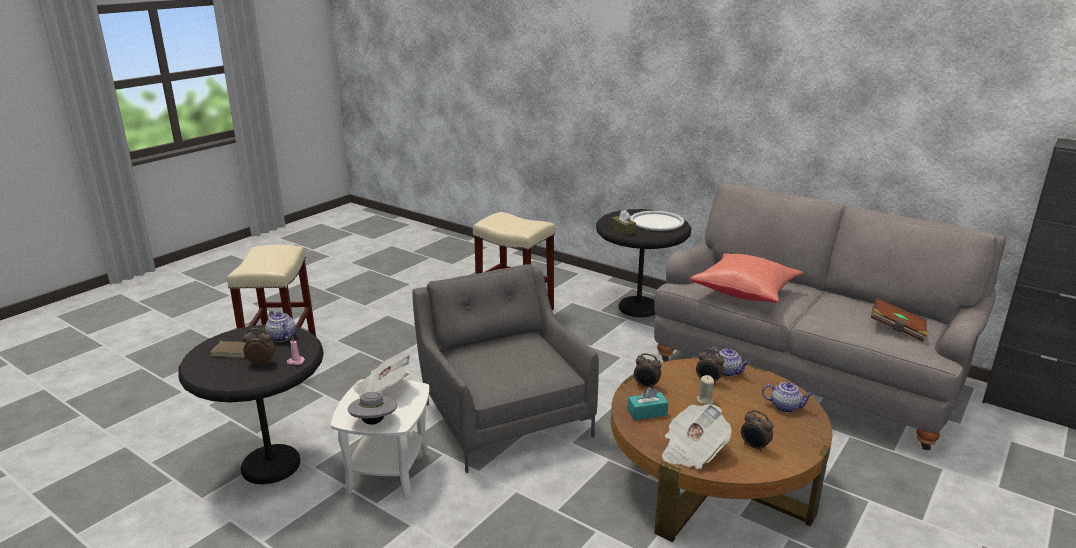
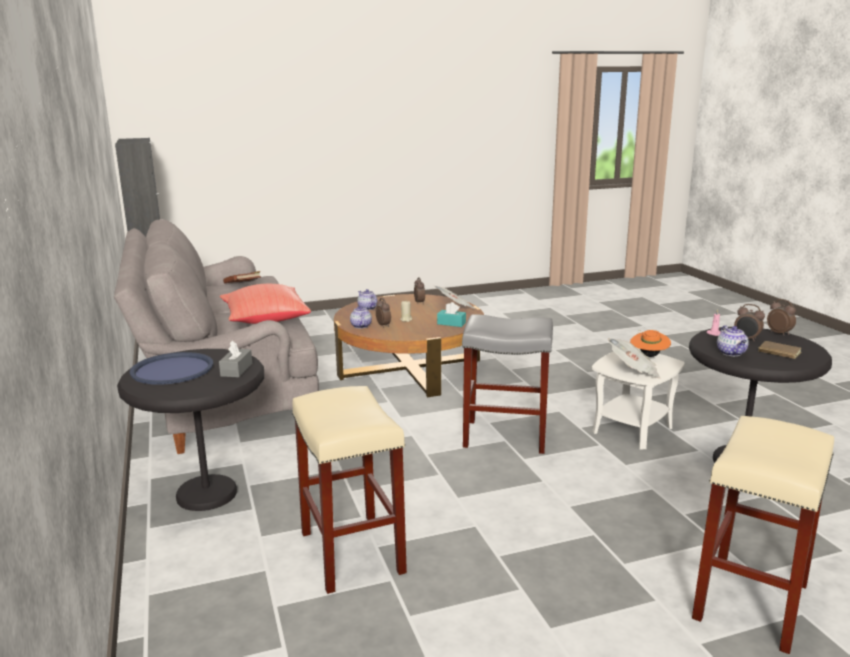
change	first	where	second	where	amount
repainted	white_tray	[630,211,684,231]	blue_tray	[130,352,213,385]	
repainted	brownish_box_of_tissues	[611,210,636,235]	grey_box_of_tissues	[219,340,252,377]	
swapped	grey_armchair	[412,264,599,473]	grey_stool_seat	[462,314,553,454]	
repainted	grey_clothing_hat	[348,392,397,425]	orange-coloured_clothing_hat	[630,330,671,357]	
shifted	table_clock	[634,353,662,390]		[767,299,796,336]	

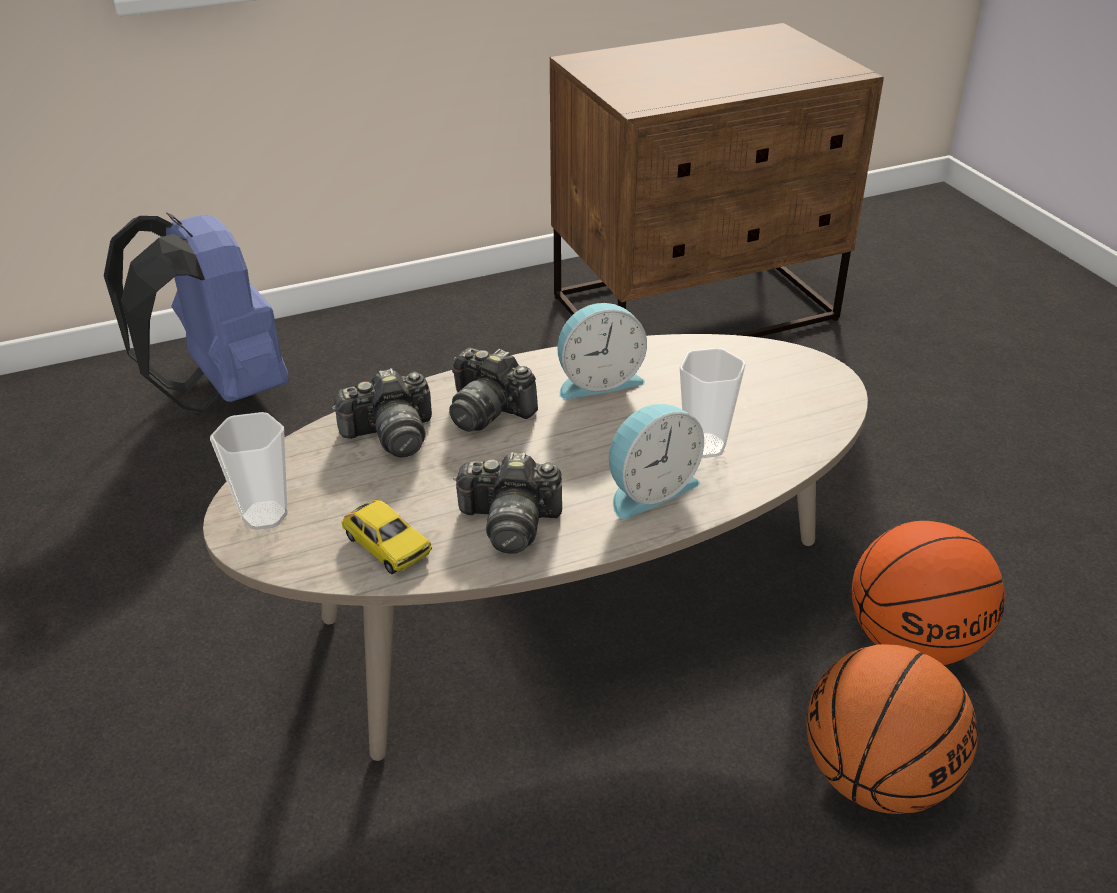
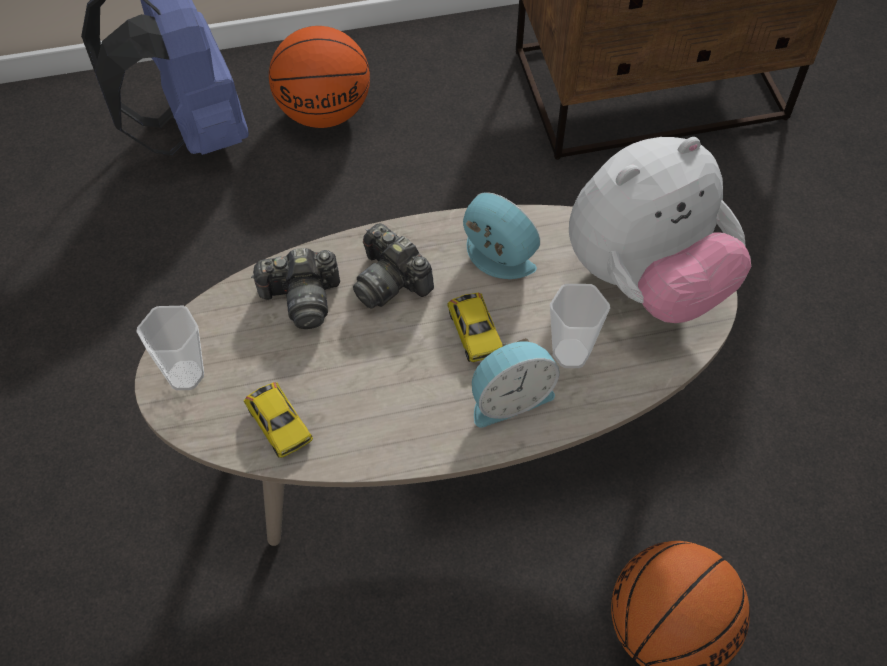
change	first	where	second	where	amount
shifted	basketball	[852,521,1005,665]		[269,26,370,128]	
new			miniature_car	[447,293,503,362]	
rotated	table_clock	[557,303,647,399]		[463,192,540,279]	135 degrees counterclockwise
new			cuddly_toy	[569,137,751,323]	
gone	photo_camera	[453,452,562,554]			

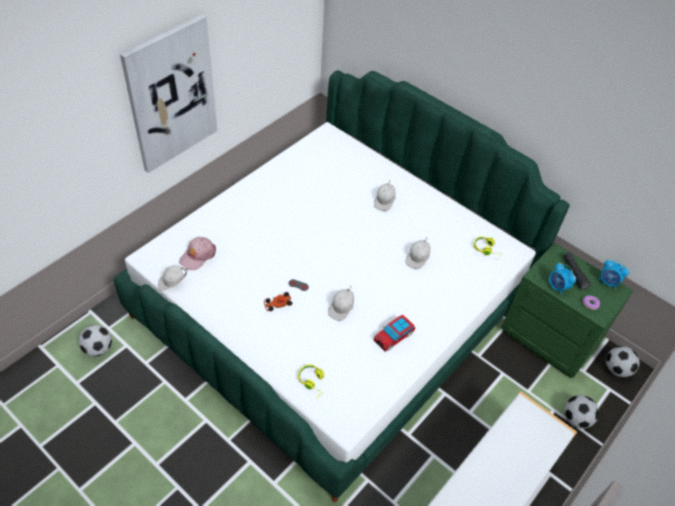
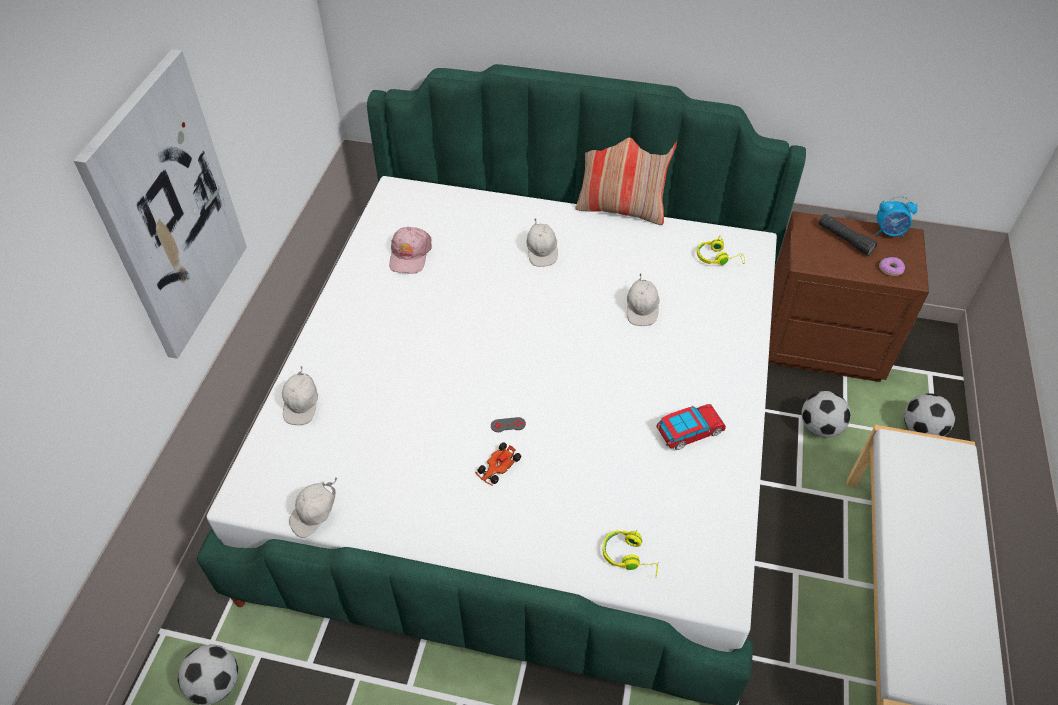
change	first	where	second	where	amount
shifted	white_cap	[328,286,354,321]		[282,366,318,425]	
shifted	pinkish_cap	[179,237,216,270]		[389,227,432,274]	
new			cushion	[575,138,677,225]	
rotated	miniature_car	[374,315,415,352]		[656,404,726,450]	135 degrees counterclockwise
repainted	greenish_bedside_table	[501,242,633,378]	brownish_bedside_table	[768,211,929,382]	
shifted	football_ball	[606,346,640,377]		[801,391,851,438]	
gone	table_clock	[548,263,576,295]			

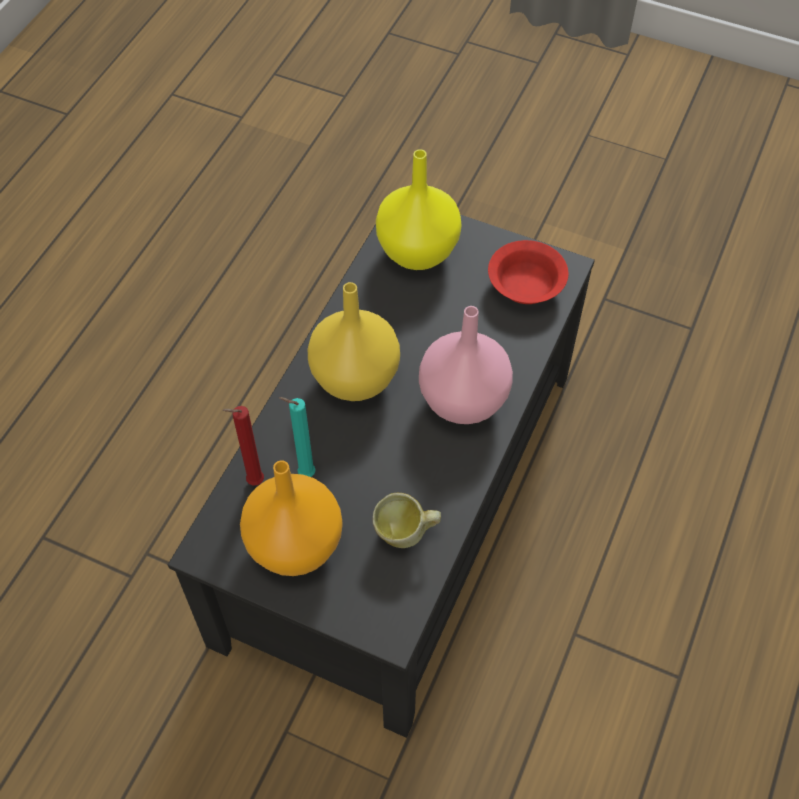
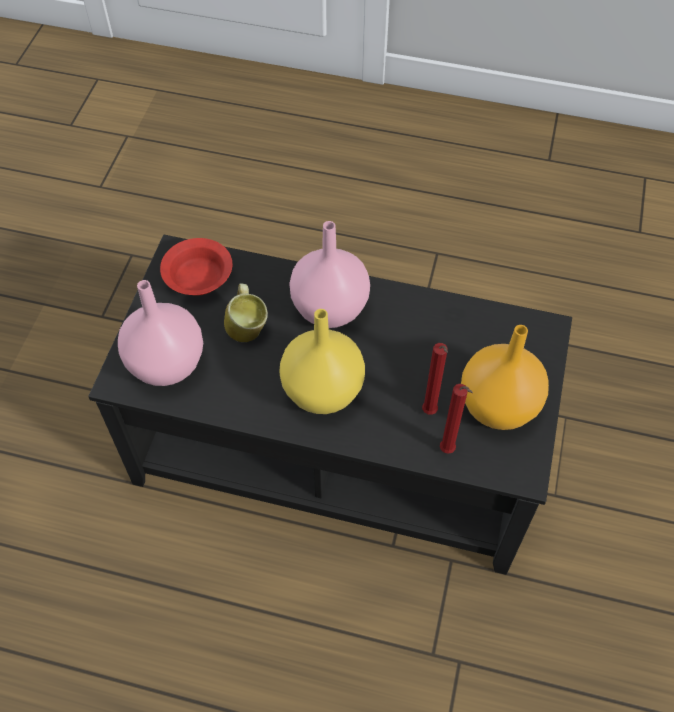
change	first	where	second	where	amount
repainted	yellowish_flower_vase	[376,149,462,270]	pinkish_flower_vase	[118,280,203,386]	
shifted	coffee_mug	[373,493,441,548]		[224,283,268,342]	
repainted	turquoise_wax_light	[279,397,316,477]	red_wax_light	[422,343,448,415]	

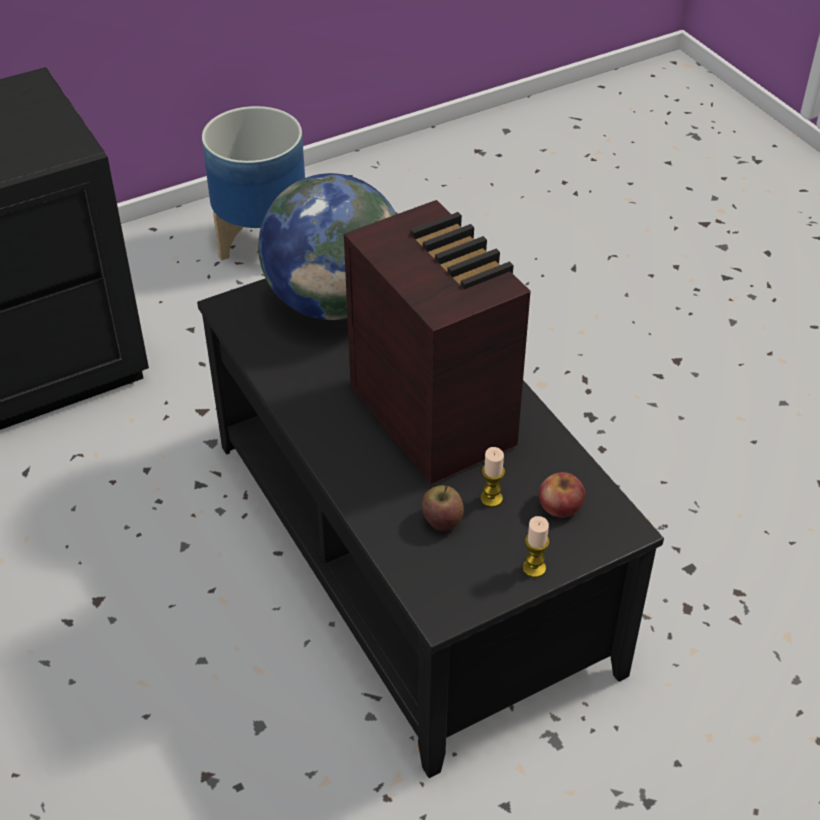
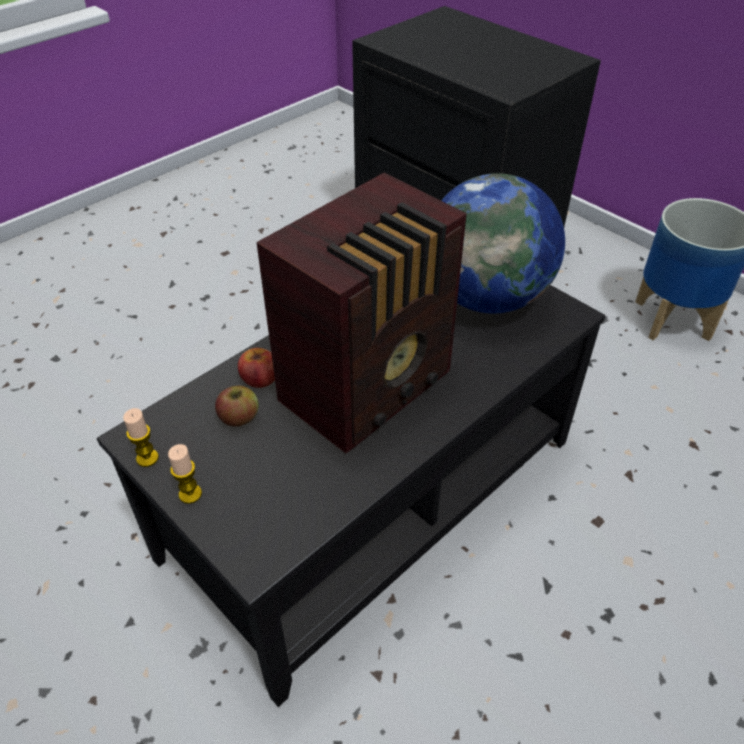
change	first	where	second	where	amount
shifted	wax_light	[480,447,505,507]		[123,408,159,467]	
shifted	apple	[539,472,585,517]		[238,348,275,388]	

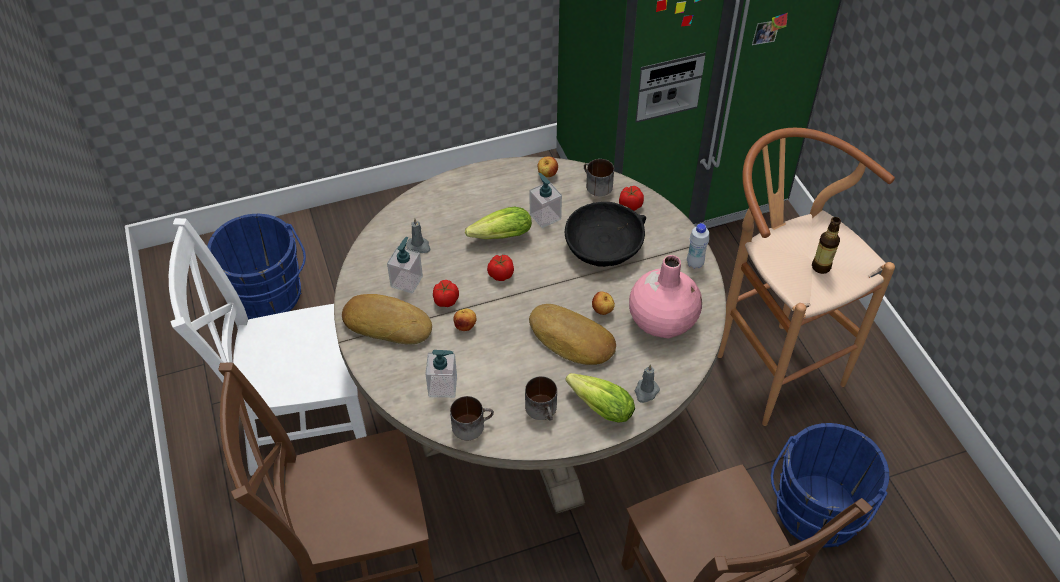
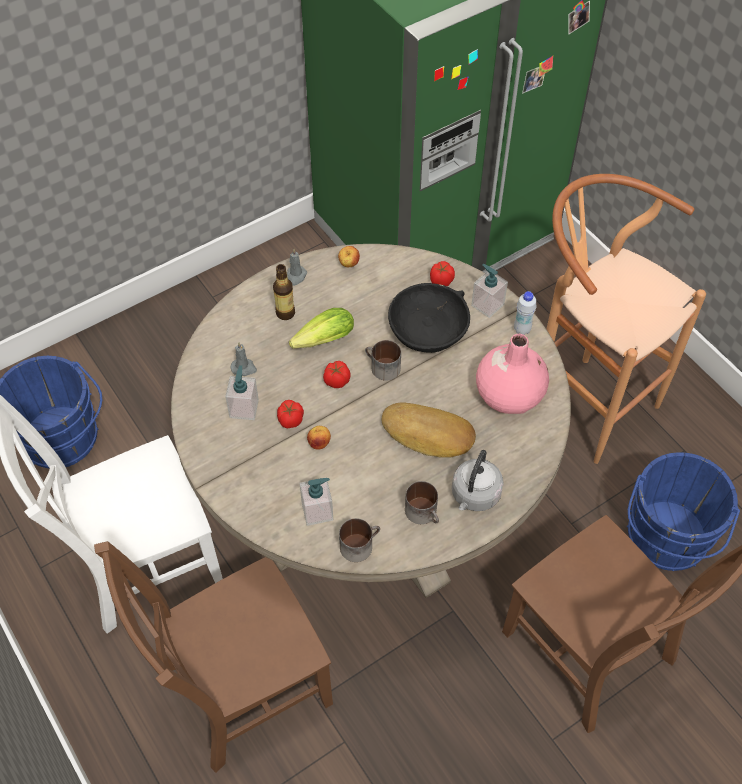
change	first	where	second	where	amount
shifted	drink_bottle	[812,217,841,274]		[273,264,295,320]	
shifted	grey_wax_light	[634,364,660,403]		[287,249,307,286]	
shifted	coffee_mug	[584,159,614,196]		[365,340,401,381]	
swapped	lettuce_head	[566,373,635,423]	grey_kettle	[452,450,504,511]	
shifted	soap_dispenser	[530,173,562,228]		[471,264,508,318]	
gone	bakery_bread	[342,294,432,345]			
gone	apple	[592,291,615,315]			

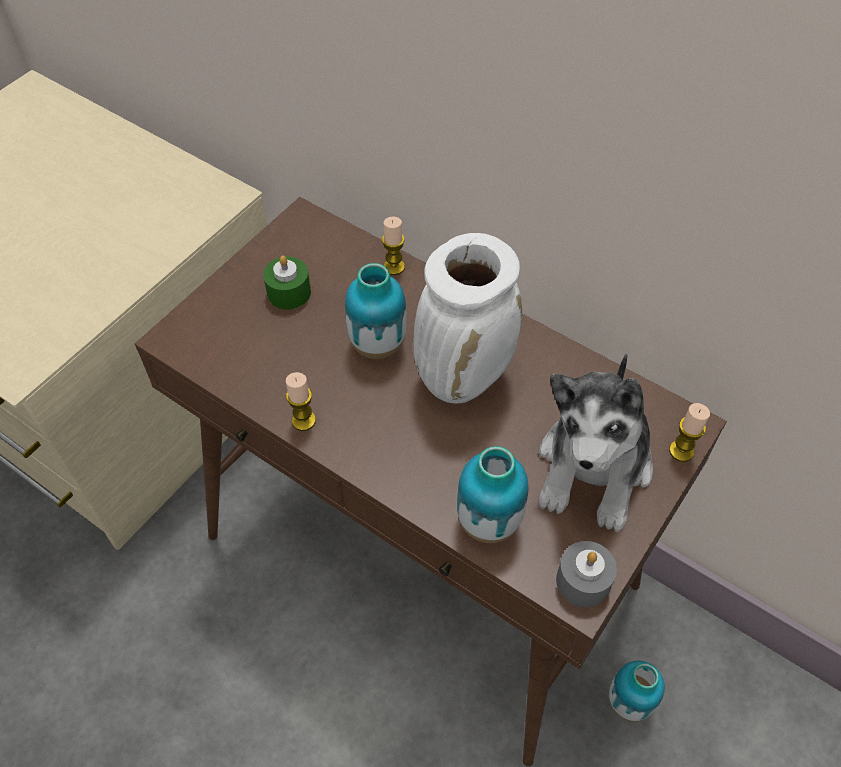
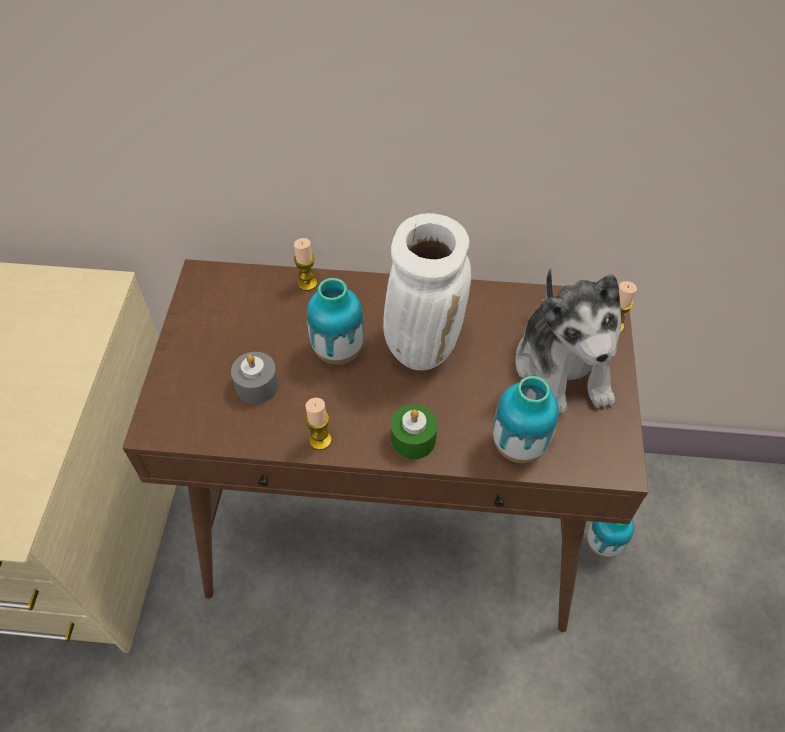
change	first	where	second	where	amount
shifted	grey_wax_light	[556,541,617,607]		[231,352,279,404]	
shifted	greenish_wax_light	[263,256,311,309]		[391,404,437,459]	

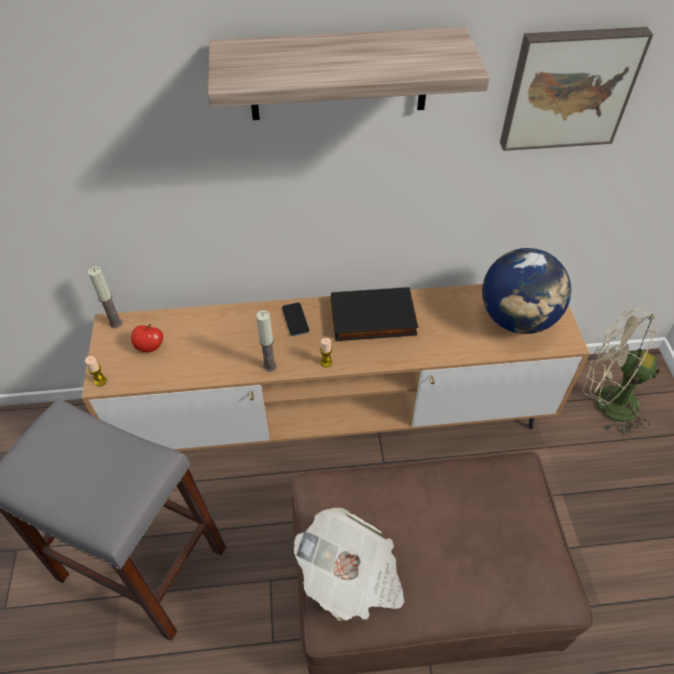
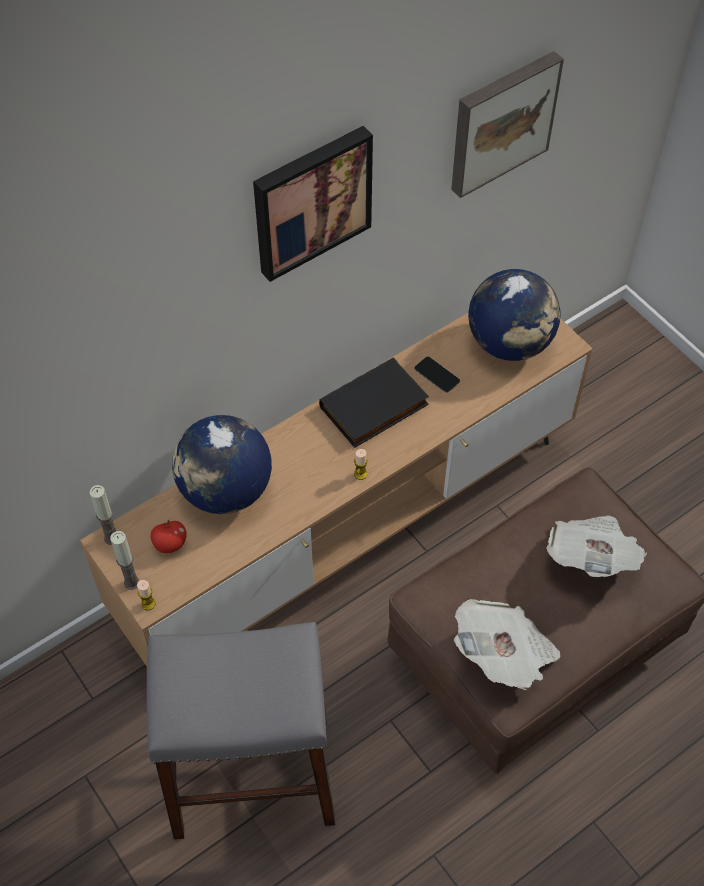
change	first	where	second	where	amount
shifted	wax_light	[256,310,277,372]		[110,531,140,590]	
new			desk_globe	[172,415,272,514]	
swapped	wall_shelf	[208,27,490,120]	picture	[253,126,373,282]	
shifted	phone	[282,303,309,336]		[414,357,460,393]	
new			newspaper	[546,515,647,577]	
gone	beige-coloured_electric_fan	[583,309,661,435]			

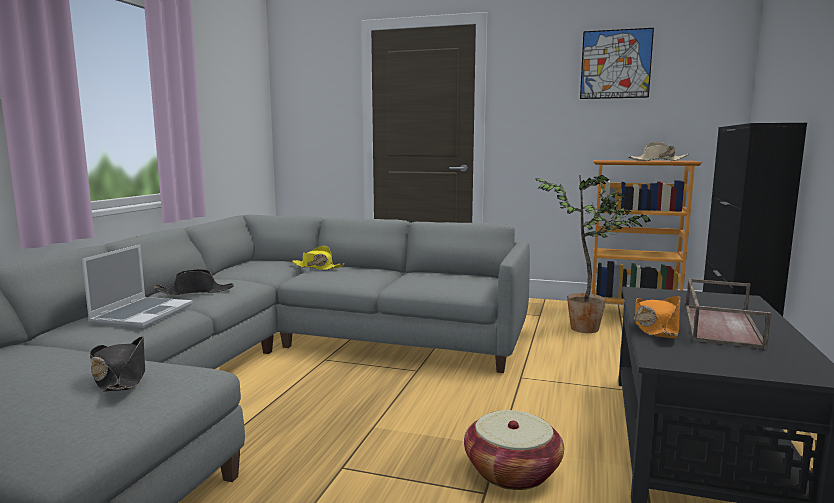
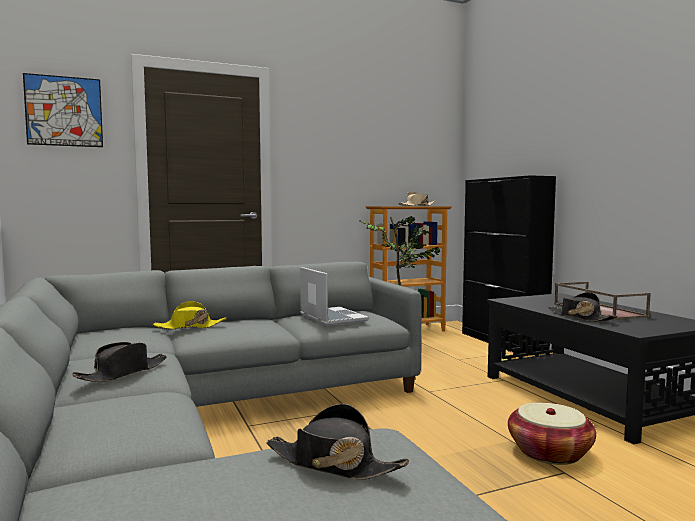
change	first	where	second	where	amount
shifted	picture	[580,28,654,99]		[23,73,103,147]	
shifted	laptop	[82,244,193,328]		[300,267,369,326]	
repainted	orange-coloured_clothing_hat	[634,296,681,338]	black-coloured_clothing_hat	[548,292,618,322]	

